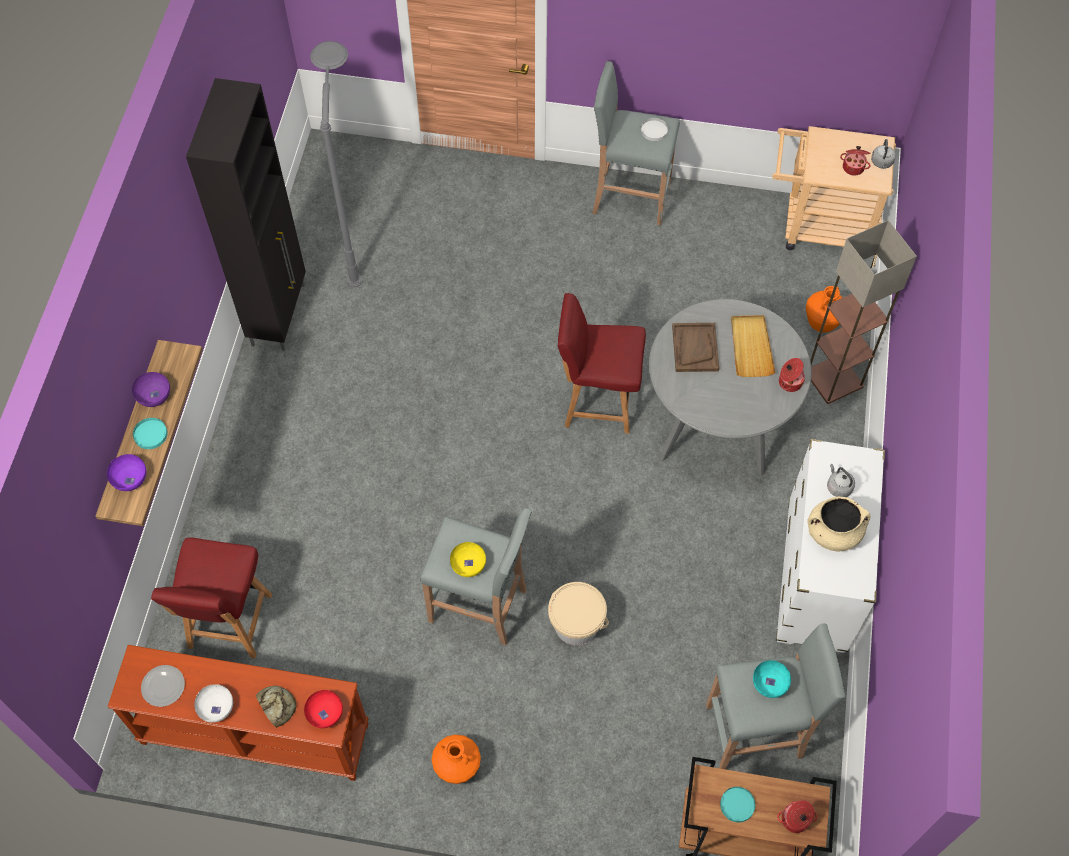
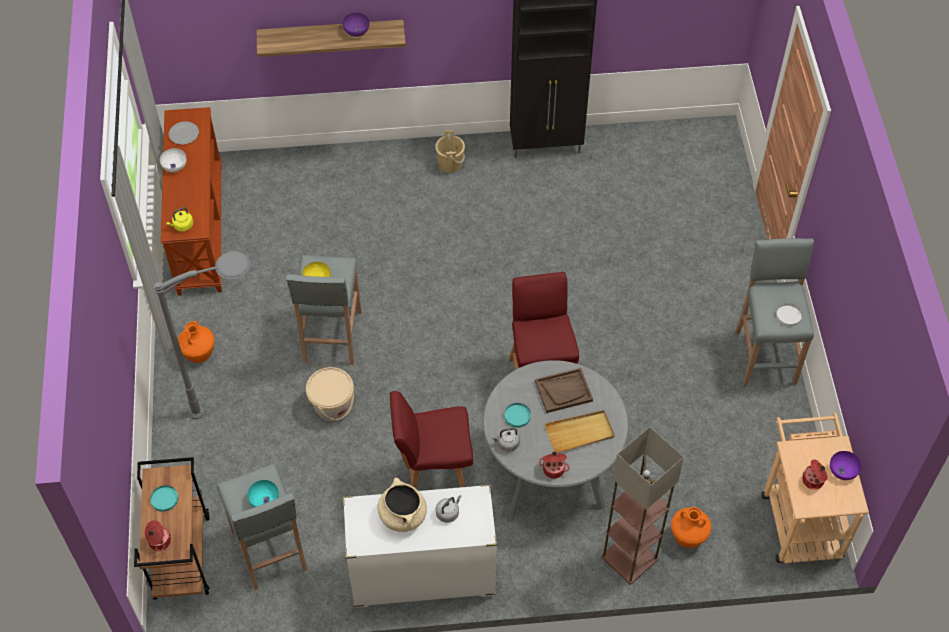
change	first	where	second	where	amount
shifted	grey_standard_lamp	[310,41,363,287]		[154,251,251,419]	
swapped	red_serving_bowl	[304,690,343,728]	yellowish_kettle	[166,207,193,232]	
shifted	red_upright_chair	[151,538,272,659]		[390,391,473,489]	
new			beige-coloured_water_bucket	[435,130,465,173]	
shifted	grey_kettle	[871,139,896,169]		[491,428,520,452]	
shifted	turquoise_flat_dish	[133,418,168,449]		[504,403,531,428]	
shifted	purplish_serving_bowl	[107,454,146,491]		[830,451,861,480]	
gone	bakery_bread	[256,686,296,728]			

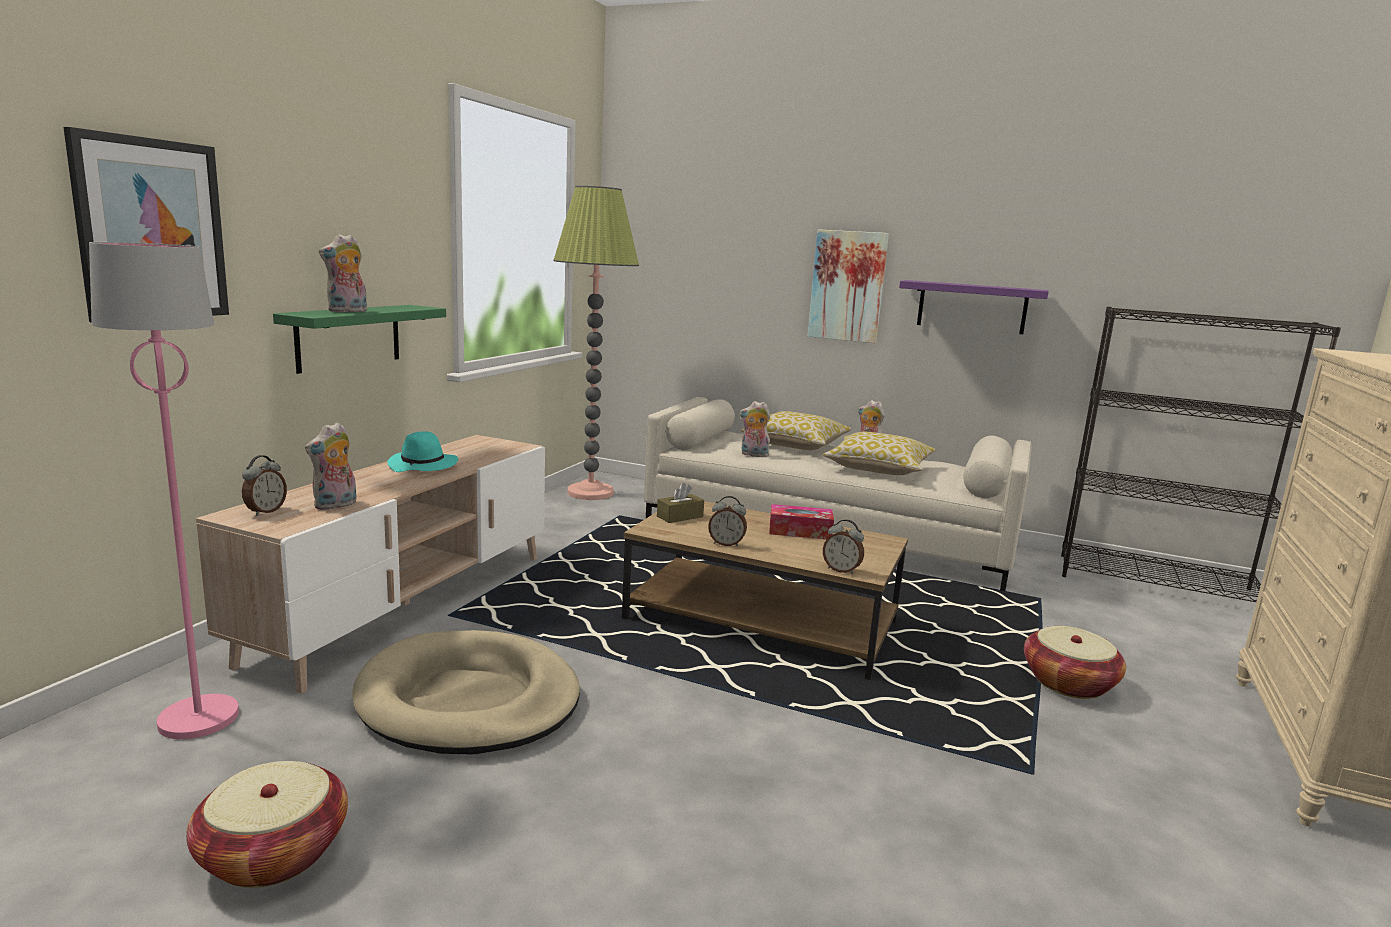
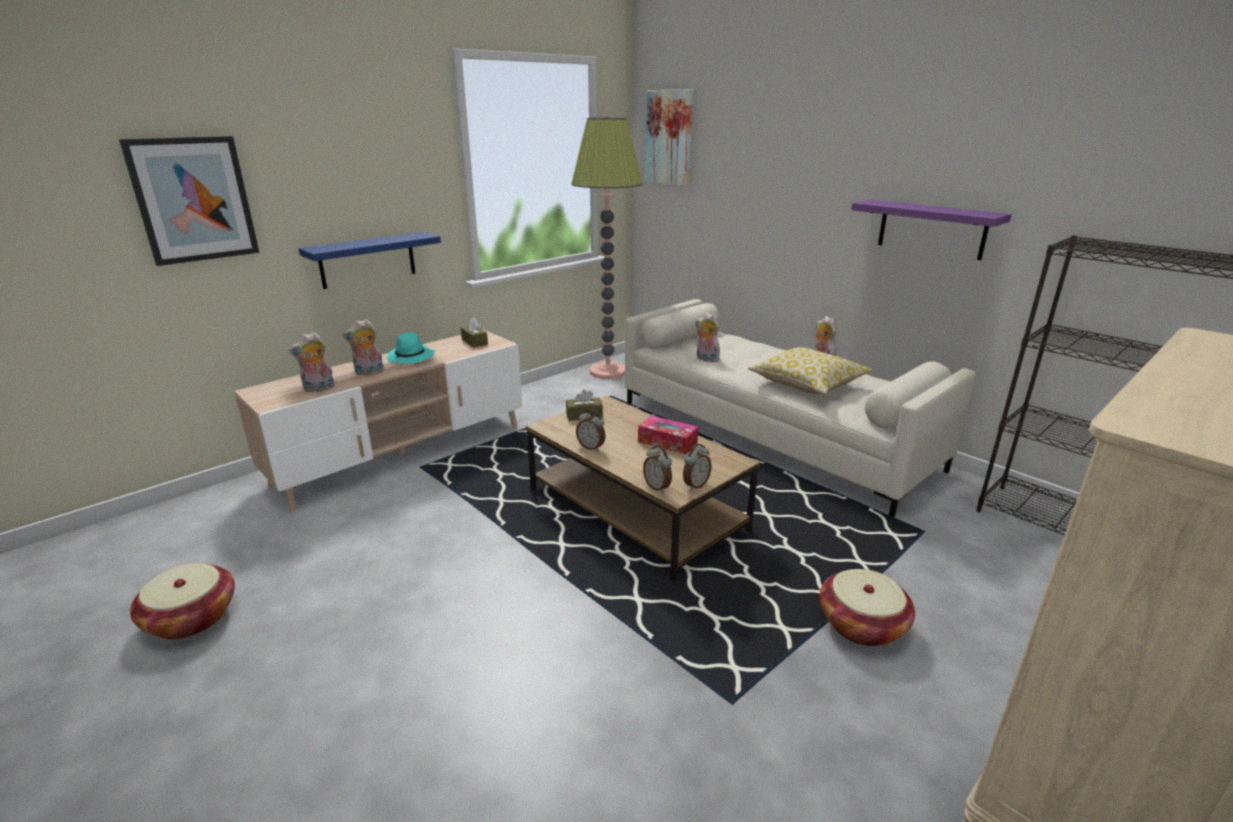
change	first	where	second	where	amount
repainted	greenish_wall_shelf	[273,305,446,374]	blue_wall_shelf	[299,232,441,289]	
shifted	cuddly_toy	[319,234,367,312]		[343,319,384,375]	
new			brownish_box_of_tissues	[461,317,488,348]	
shifted	picture	[808,229,889,343]		[645,89,693,186]	
shifted	table_clock	[242,455,287,516]		[683,444,712,490]	
gone	pinkish_standard_lamp	[89,242,239,739]			
gone	beige-coloured_dog_cushion	[352,630,580,754]			
gone	cushion	[741,411,852,450]			

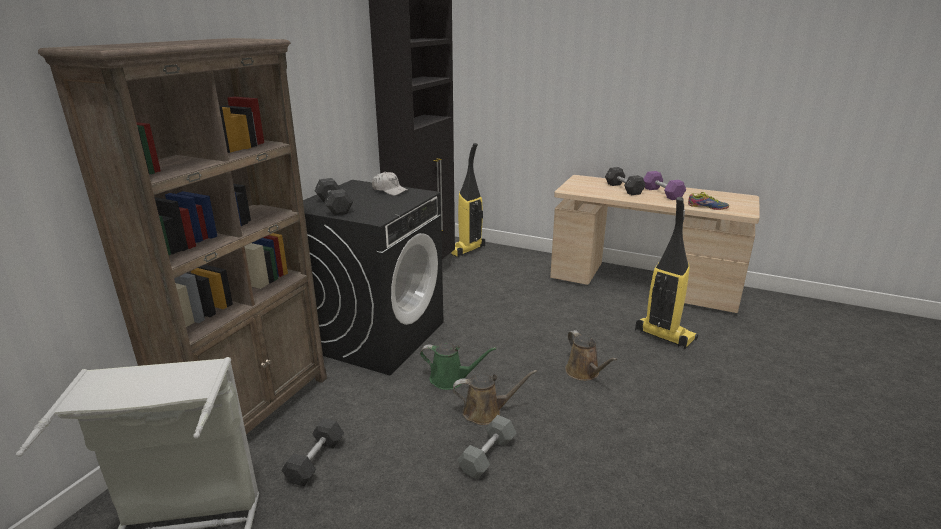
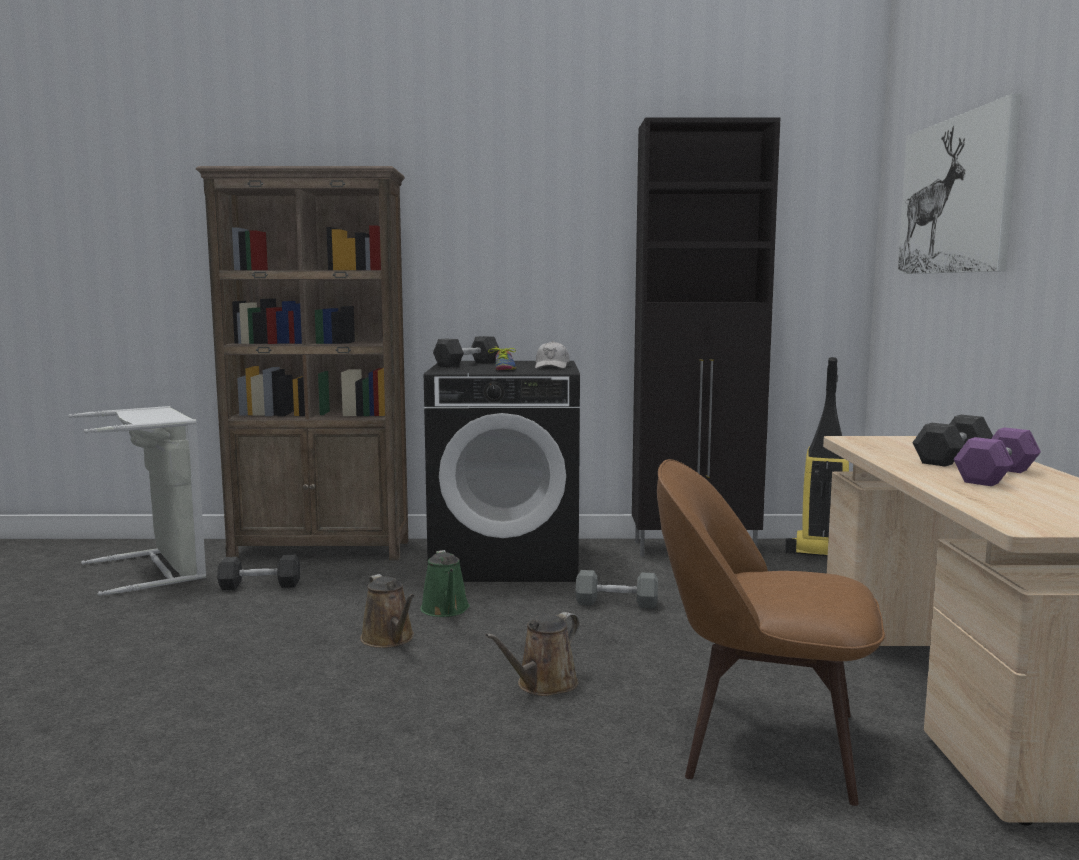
change	first	where	second	where	amount
shifted	low_shoe	[688,192,729,210]		[488,346,516,370]	
shifted	grey_hand_weight	[457,415,516,479]		[575,570,658,608]	
swapped	vacuum	[635,197,698,349]	brownish_upright_chair	[657,459,885,806]	
new			picture	[897,94,1021,274]	

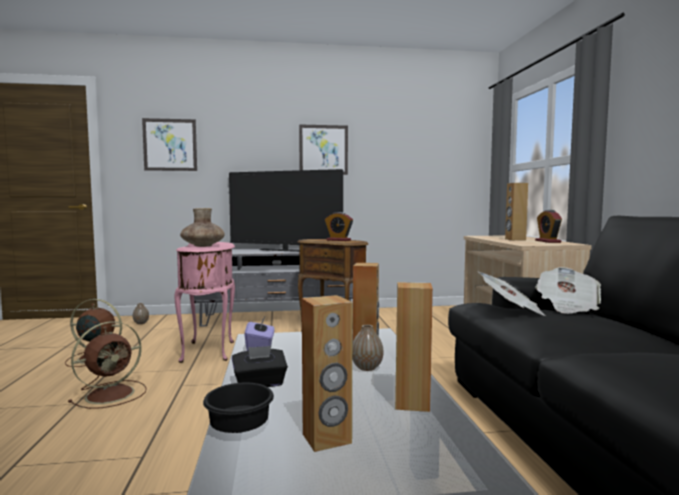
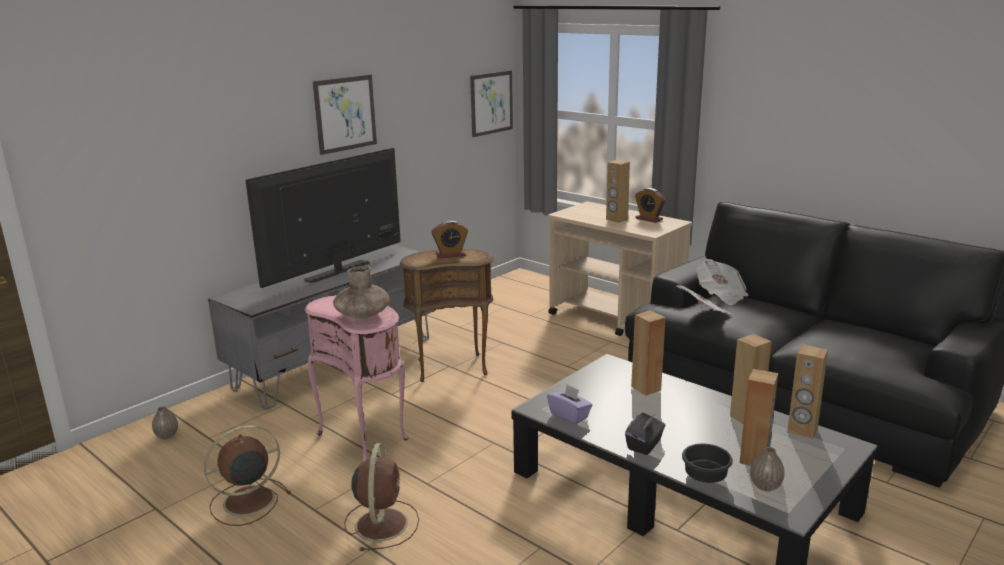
change	first	where	second	where	amount
rotated	TV	[229,169,343,252]		[246,148,401,288]	150 degrees clockwise
shifted	picture	[142,118,197,171]		[470,70,513,137]	
shifted	flower_vase	[352,325,383,371]		[750,447,785,491]	
new			brownish_audio_speaker	[787,344,828,439]	

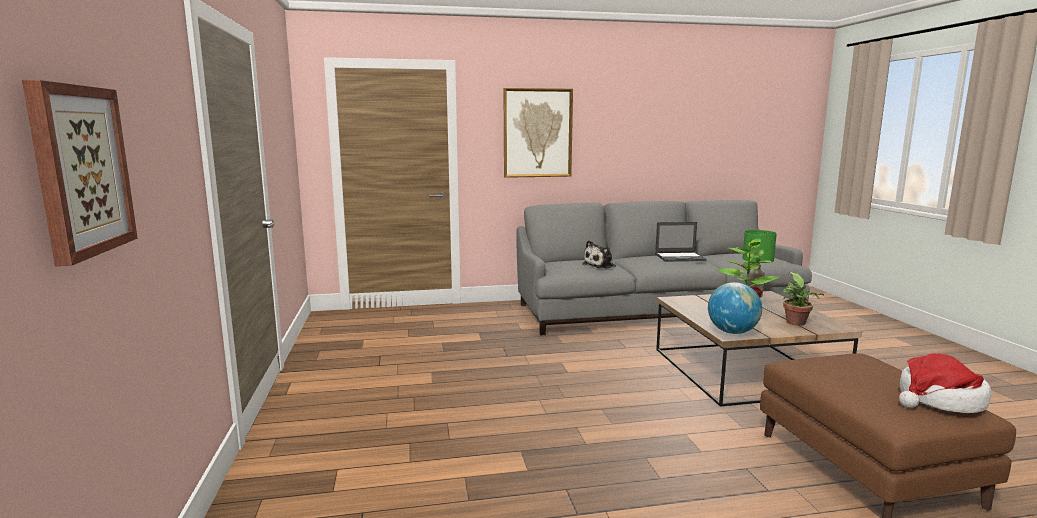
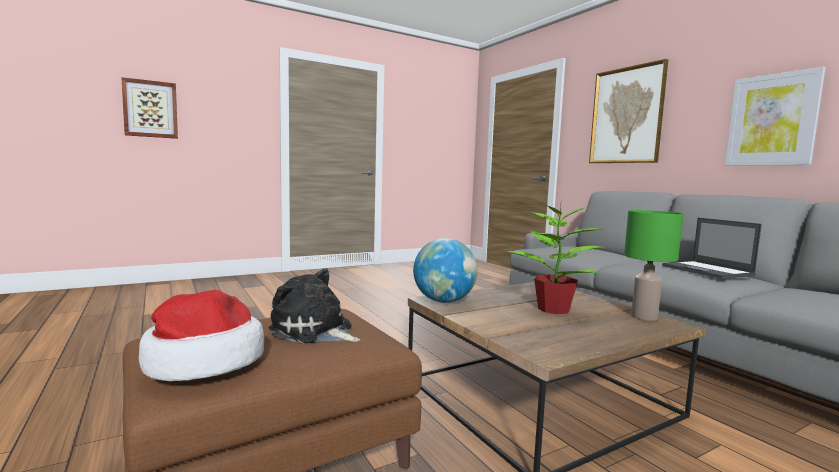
change	first	where	second	where	amount
shifted	cuddly_toy	[582,240,616,269]		[269,268,360,344]	
new			picture	[725,67,825,165]	
gone	plant_in_a_pot	[782,272,825,326]			

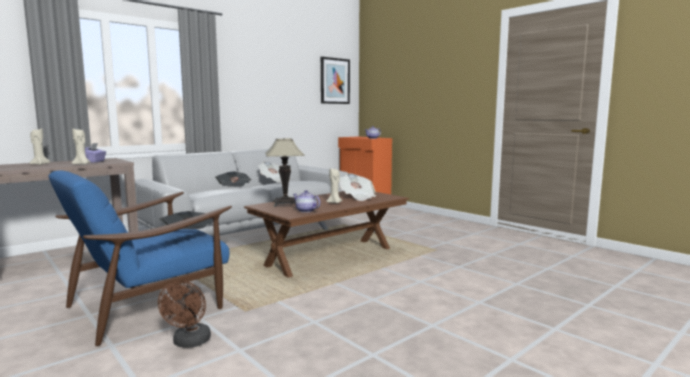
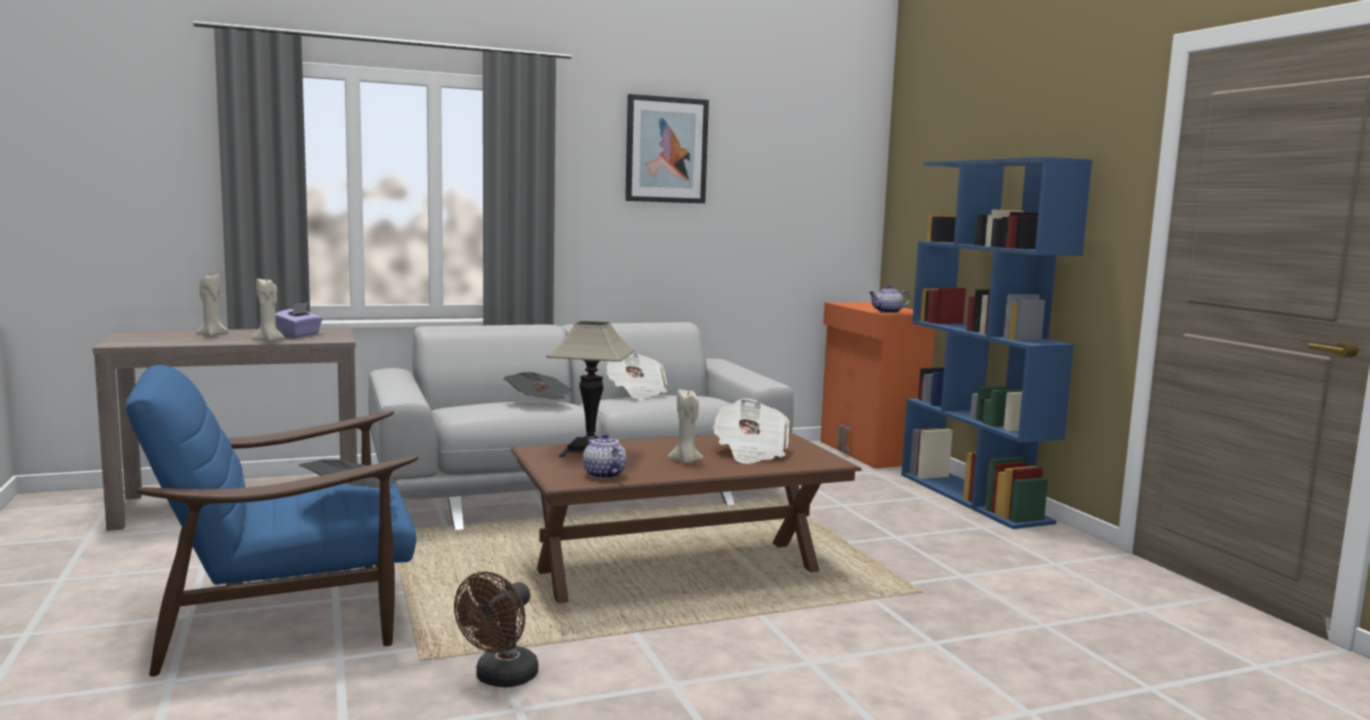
change	first	where	second	where	amount
shifted	brownish_electric_fan	[158,280,211,347]		[454,571,538,688]	
shifted	picture	[321,57,350,104]		[625,94,709,203]	
new			blue_bookcase	[901,157,1092,529]	

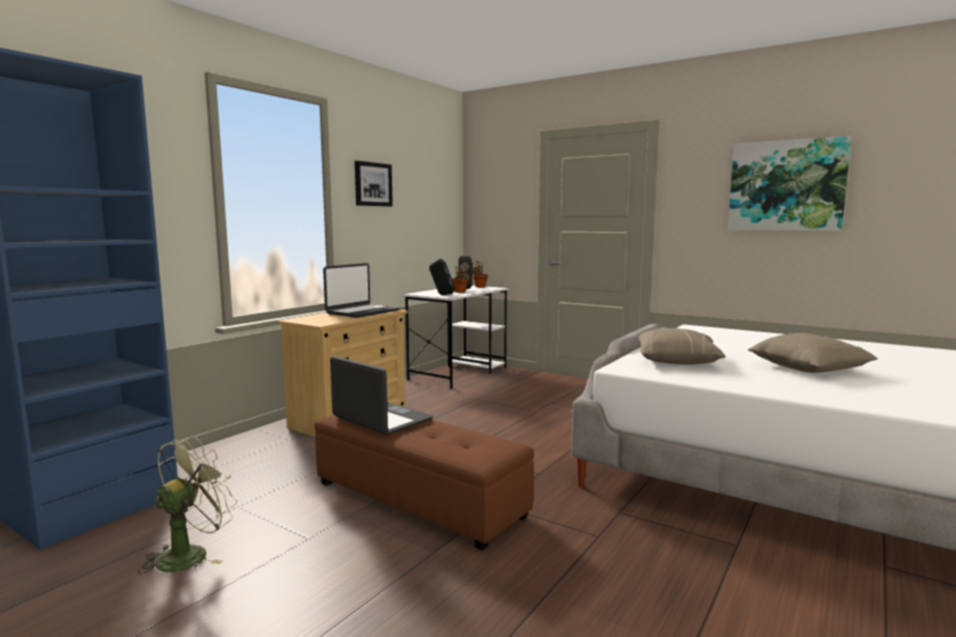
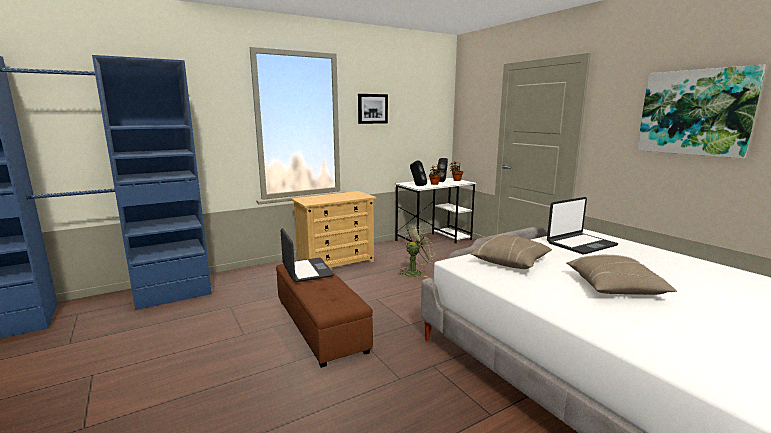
change	first	where	second	where	amount
shifted	greenish_electric_fan	[137,436,238,574]		[398,225,436,277]	
shifted	laptop	[323,263,400,318]		[547,197,618,255]	

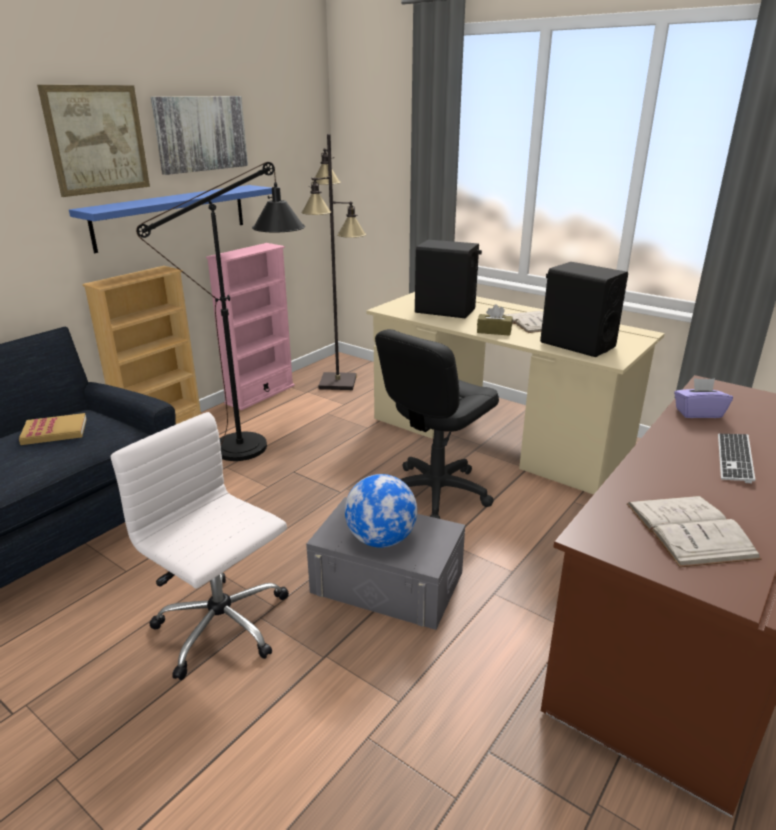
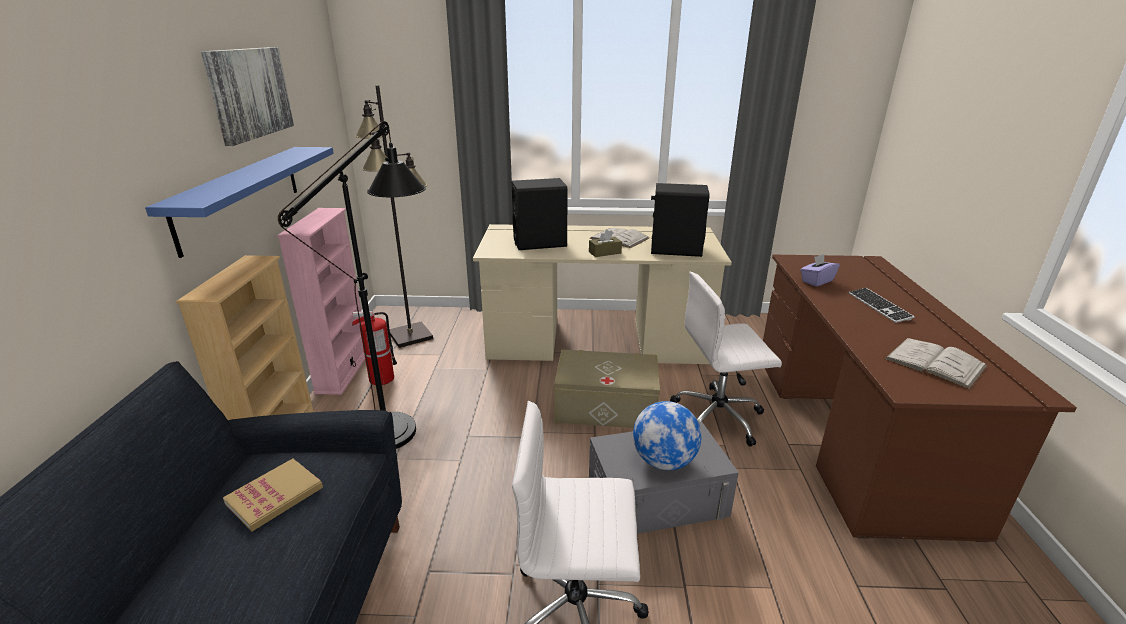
change	first	where	second	where	amount
new			extinguisher	[352,311,397,385]	
swapped	black-coloured_office_chair	[375,329,499,519]	beige-coloured_storage_bin	[554,349,660,428]	
new			white_office_chair	[670,272,782,447]	
gone	picture	[37,85,150,197]			

